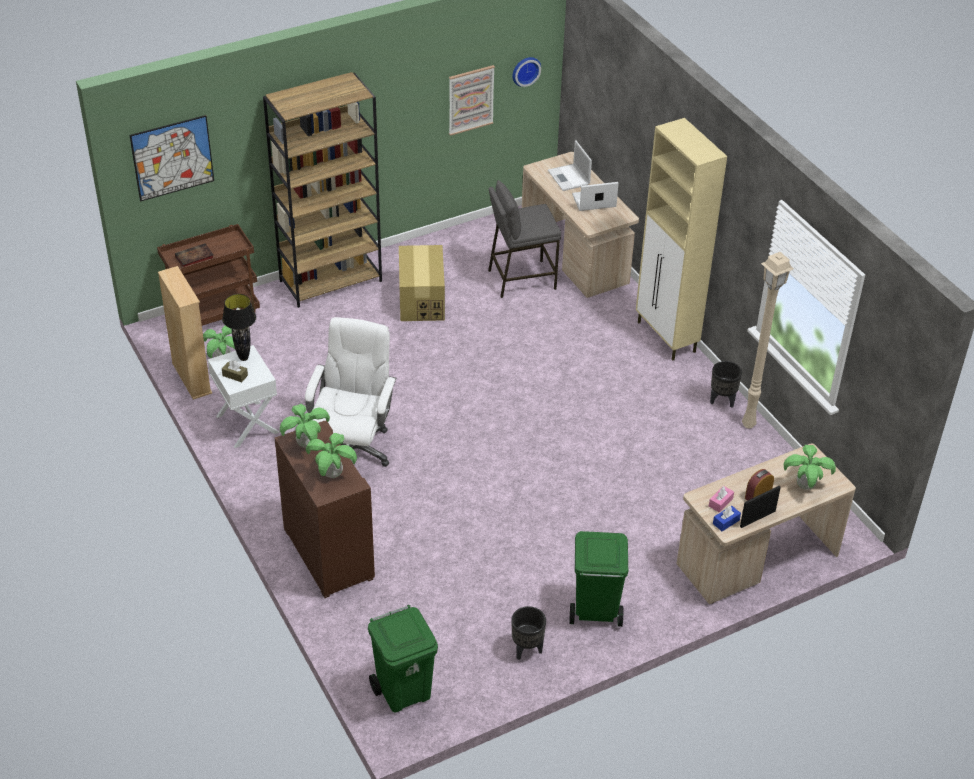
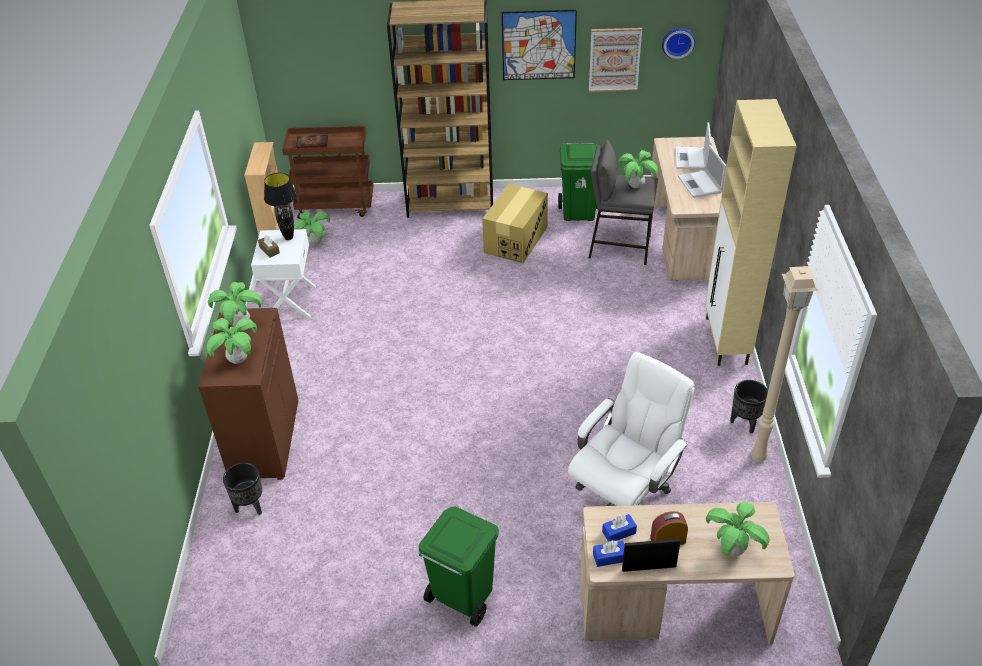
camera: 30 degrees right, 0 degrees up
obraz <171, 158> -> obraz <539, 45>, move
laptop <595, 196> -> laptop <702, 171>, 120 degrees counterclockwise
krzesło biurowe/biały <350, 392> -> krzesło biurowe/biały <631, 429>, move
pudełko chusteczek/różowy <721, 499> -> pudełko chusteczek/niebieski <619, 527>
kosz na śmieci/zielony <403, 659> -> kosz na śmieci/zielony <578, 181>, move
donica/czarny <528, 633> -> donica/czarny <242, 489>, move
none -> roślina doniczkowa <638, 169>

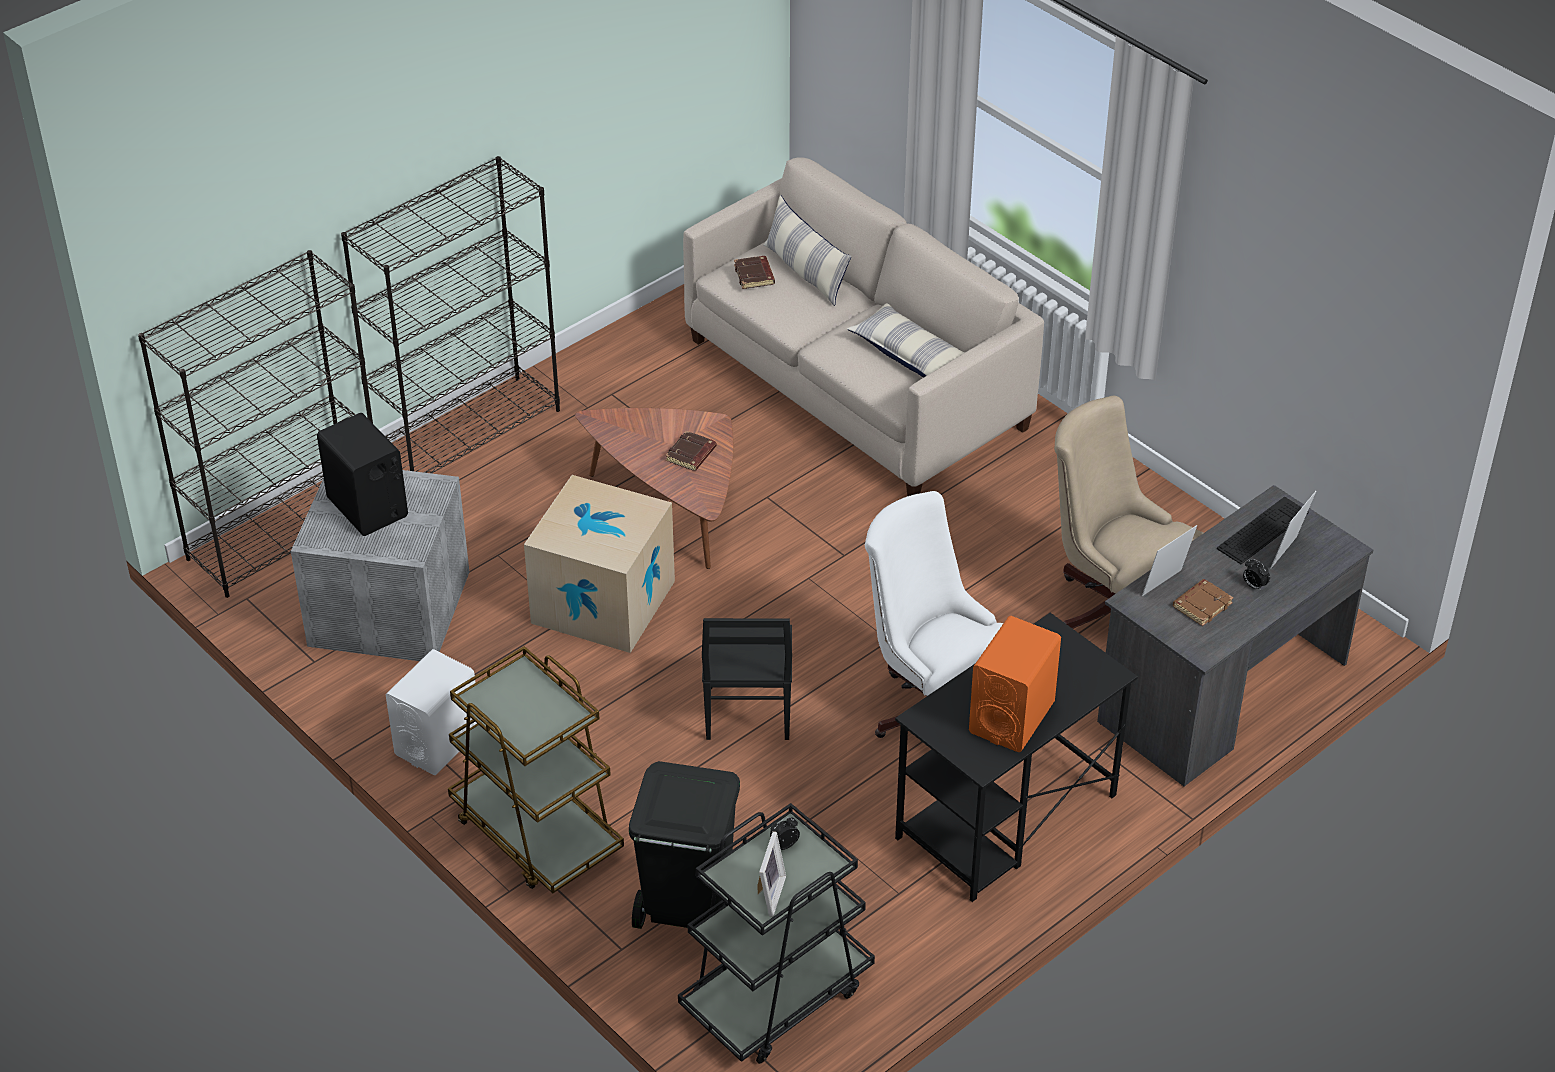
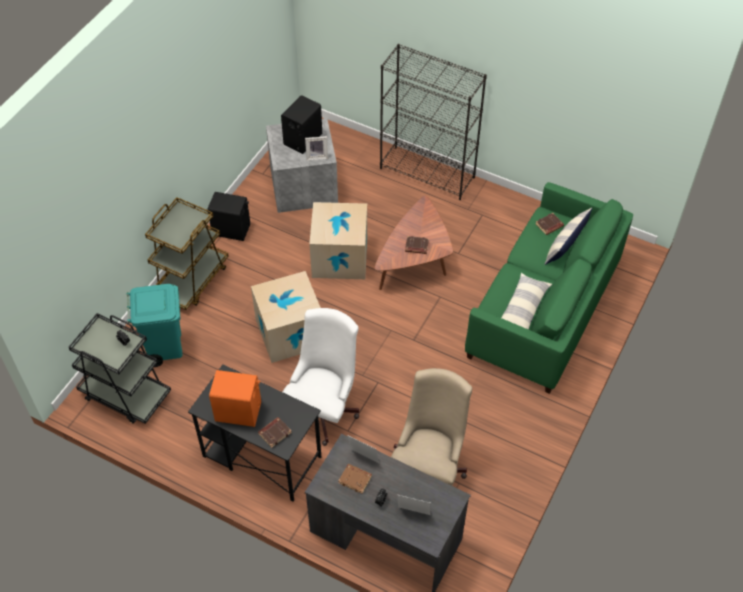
camera: 70 degrees right, 10 degrees up
kanapa/beżowy <863, 326> -> kanapa/zielony <549, 288>
regał/czarny <255, 424> -> none
klawiatura <1263, 530> -> none
krzesło/czarny <747, 679> -> karton <286, 317>
głośnik/biały <431, 712> -> głośnik/czarny <228, 216>
kosz na śmieci/czarny <684, 845> -> kosz na śmieci/turkusowy <154, 325>
ramka na zdjęcie <772, 874> -> ramka na zdjęcie <316, 148>, move
none -> książka/brązowy <275, 432>

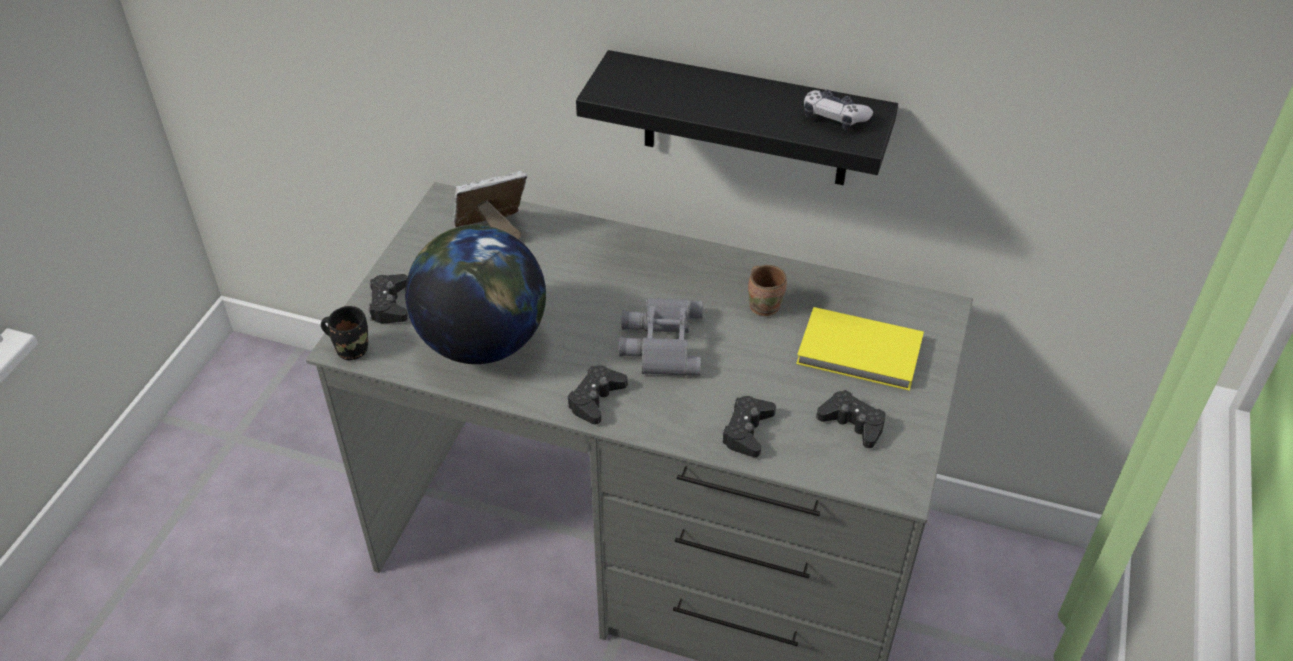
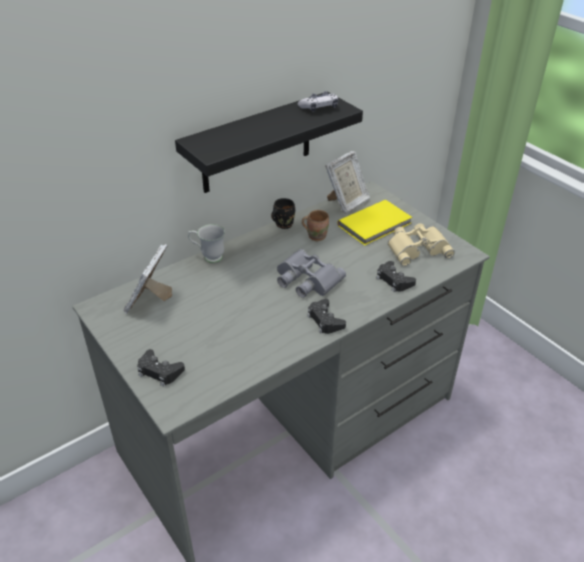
camera: 55 degrees left, 5 degrees down
globus <475, 294> -> none
kubek/czarny <344, 333> -> kubek/czarny <283, 213>, move
pad do gier/czarny <851, 419> -> lornetka/beżowy <421, 244>
none -> ramka na zdjęcie <347, 182>
none -> kubek/biały <206, 243>

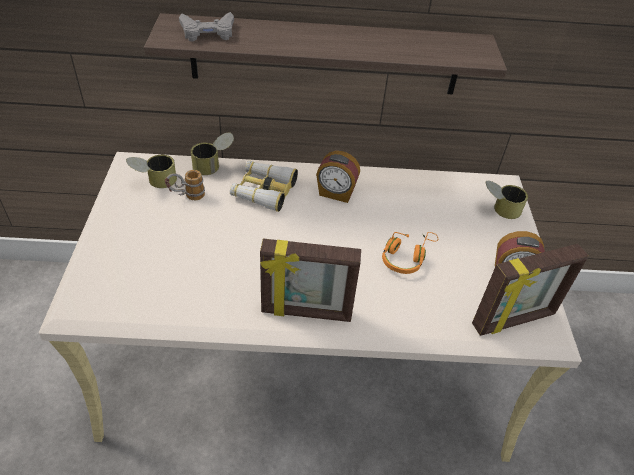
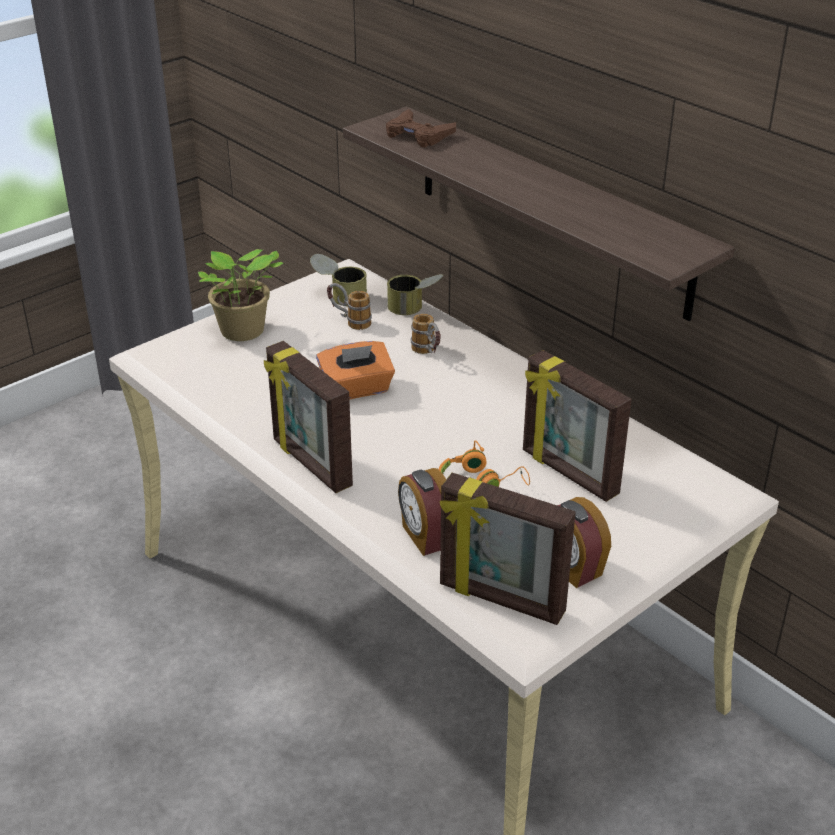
camera: 50 degrees right, 10 degrees down
pad do gier/szary <206, 27> -> pad do gier/brązowy <421, 128>
budzik <338, 177> -> budzik <422, 512>, move
lornetka <264, 186> -> kubek <426, 334>
puszka <506, 200> -> none
none -> roślina doniczkowa <241, 295>
none -> pudełko chusteczek/pomarańczowy <355, 370>
none -> ramka na zdjęcie <577, 426>

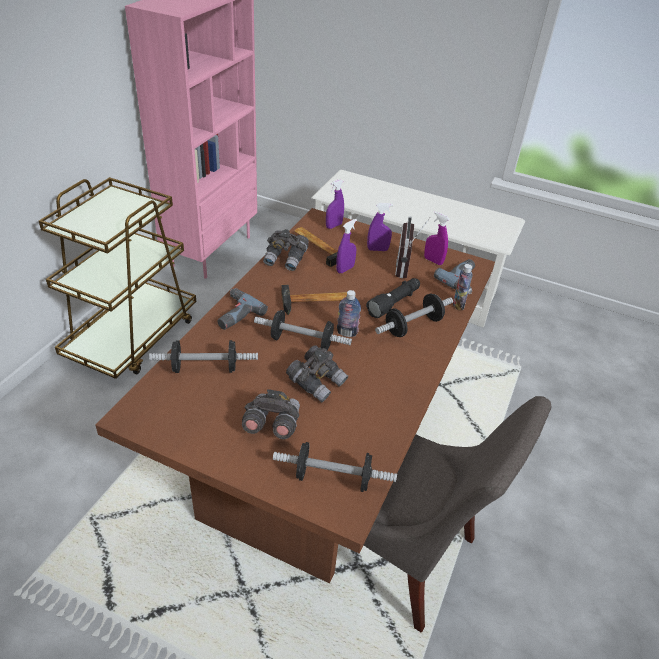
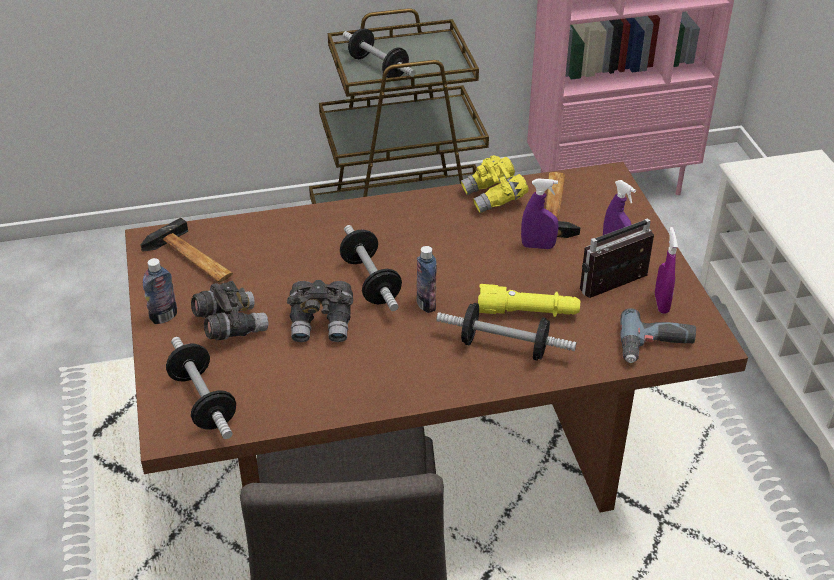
camera: 55 degrees right, 0 degrees up
spryskiwacz/fioletowy <335, 204> -> none
lornetka/szary <286, 250> -> lornetka/żółty <495, 184>
butelka <463, 287> -> butelka <160, 291>, move
latarka/czarny <393, 298> -> latarka/żółty <529, 300>
młotek <314, 299> -> młotek <187, 250>, move
wiertarka <242, 309> -> none
hantel <203, 356> -> hantel <379, 53>, move

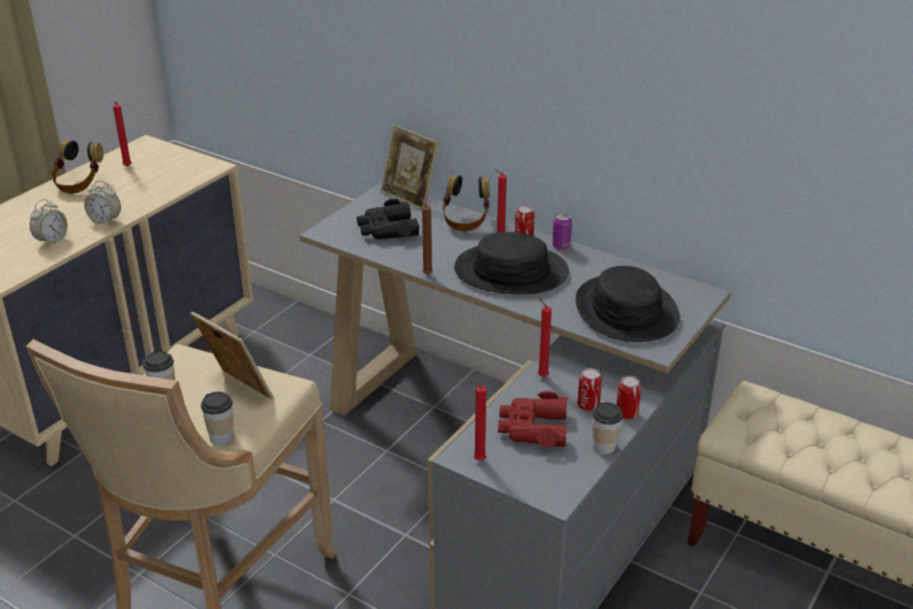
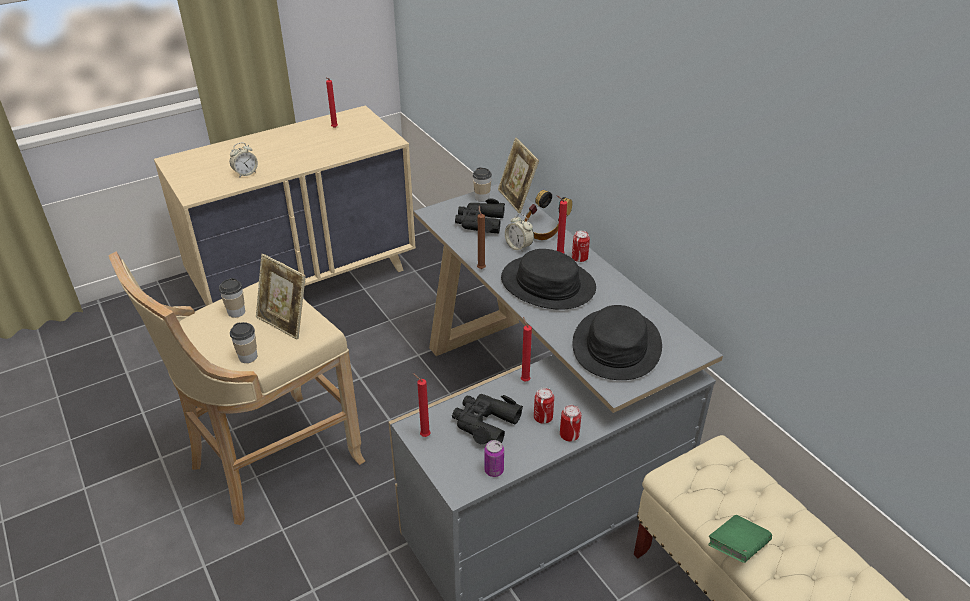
camera: 25 degrees right, 5 degrees up
słuchawki <78, 167> -> none
budzik <102, 203> -> budzik <519, 233>, move
puszka <562, 231> -> puszka <494, 458>, move
ramka na zdjęcie <231, 355> -> ramka na zdjęcie <281, 297>, 150 degrees clockwise
lornetka/czerwony <532, 419> -> lornetka/czarny <487, 419>
filiżanka <607, 428> -> filiżanka <482, 184>, move
none -> książka/zielony <740, 539>

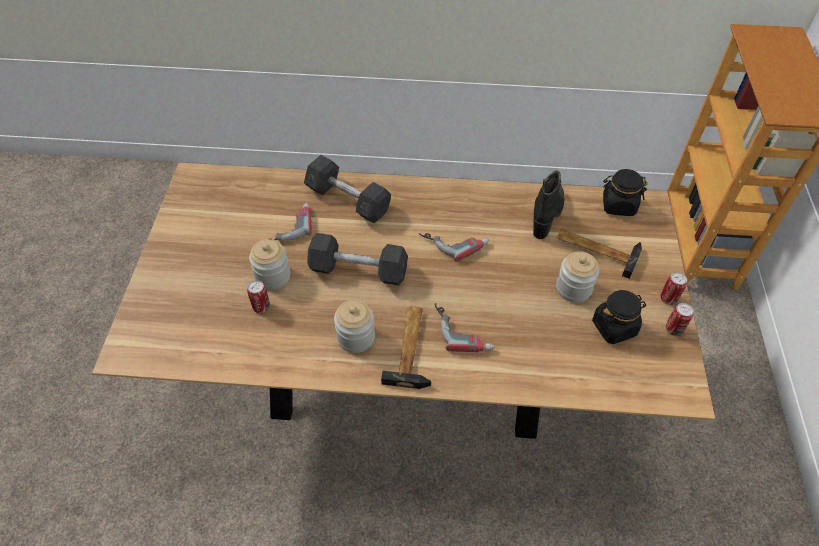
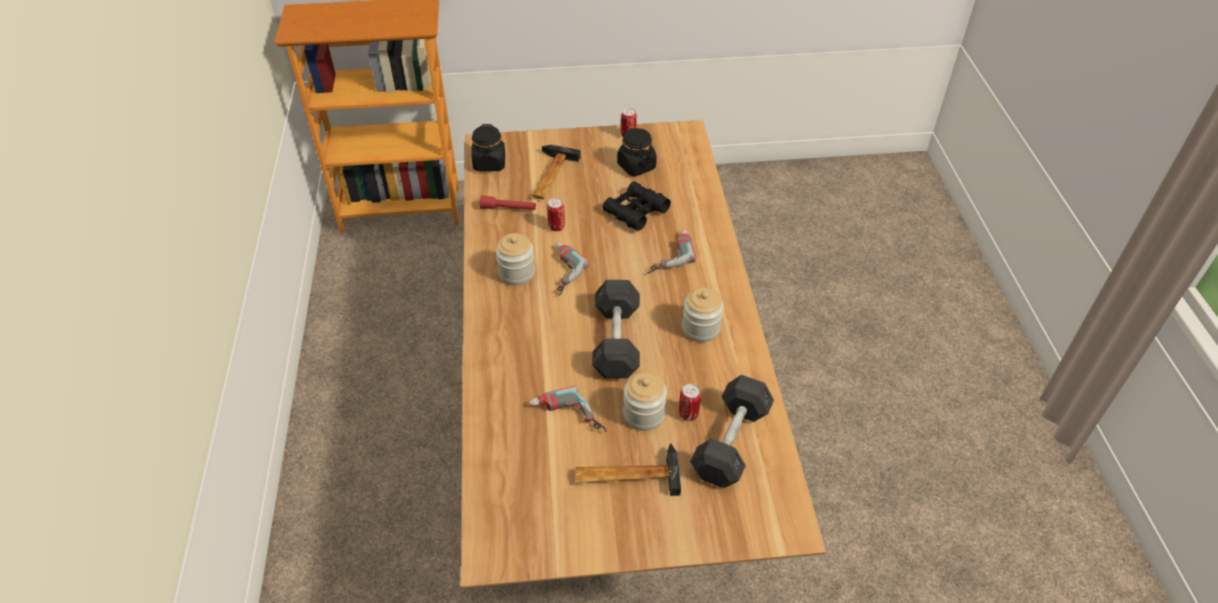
camera: 100 degrees left, 5 degrees down
hantel/szary <347, 189> -> hantel/szary <732, 431>, move
but z cholewką/czarny <548, 204> -> latarka/czerwony <508, 202>
słoik <577, 277> -> słoik <515, 259>, move
puszka <674, 288> -> puszka <556, 214>, move
młotek <406, 347> -> młotek <628, 470>, move
none -> lornetka/czarny <637, 206>

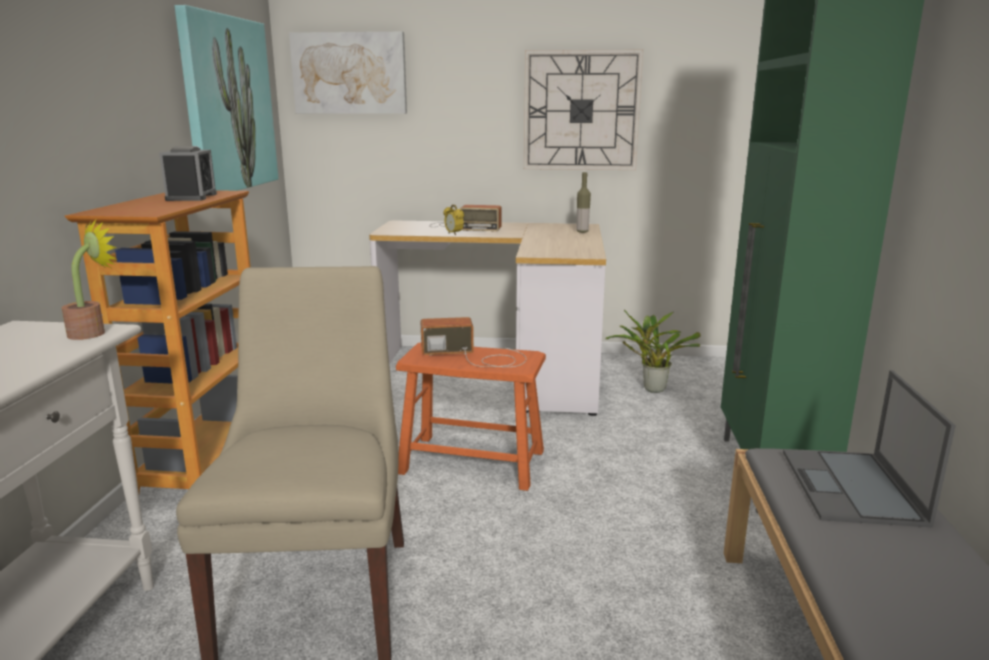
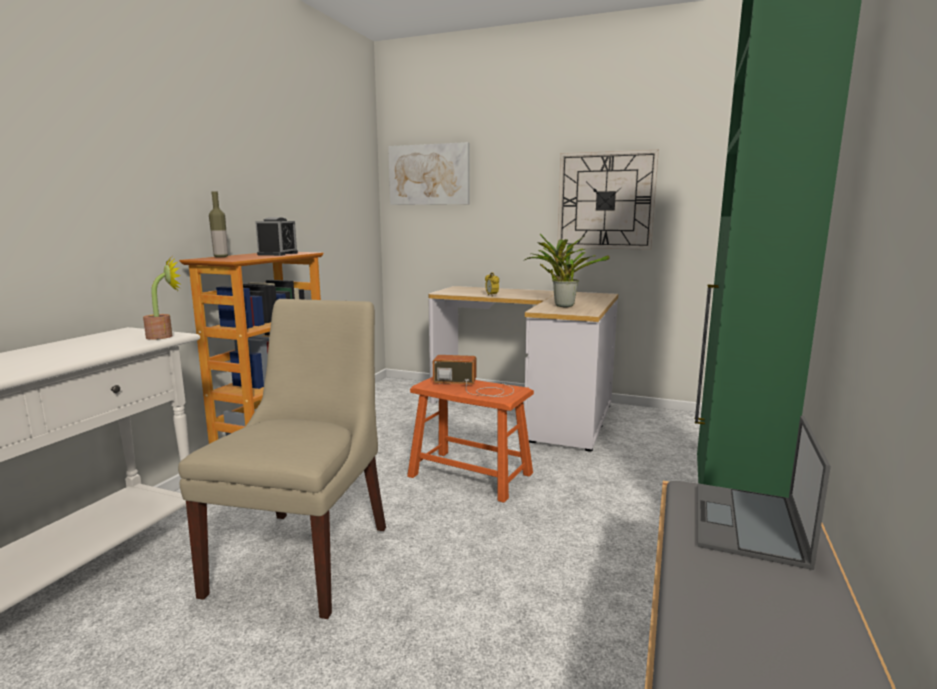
camera: 15 degrees right, 5 degrees down
obraz <226, 98> -> none
butelka <583, 202> -> butelka <218, 224>, move
radio <465, 218> -> none
roślina doniczkowa <653, 351> -> roślina doniczkowa <567, 270>, move

